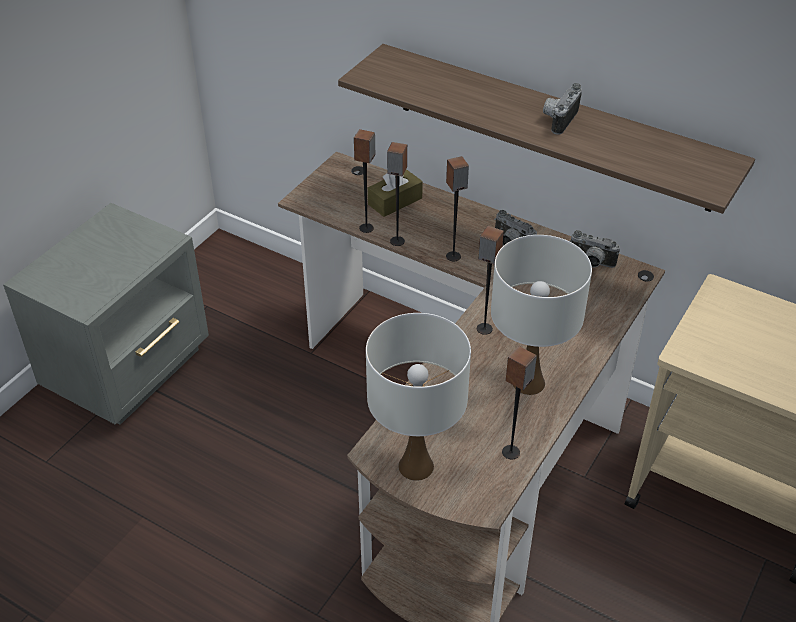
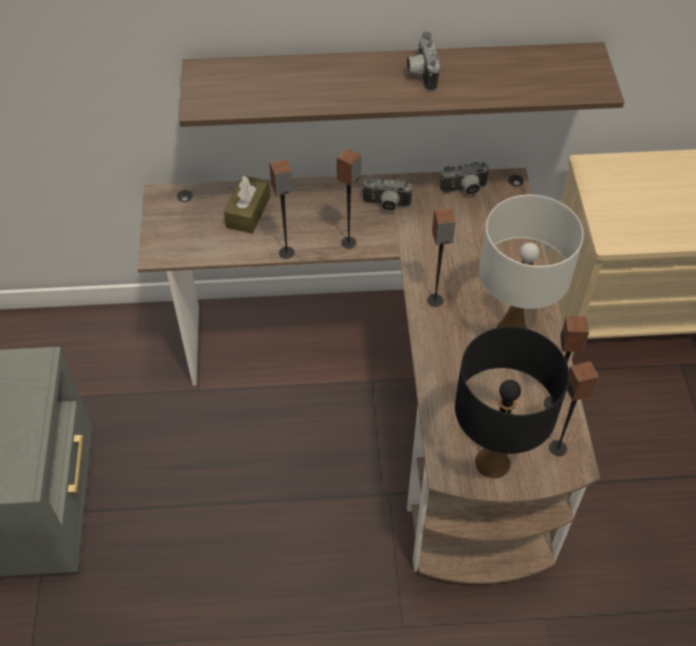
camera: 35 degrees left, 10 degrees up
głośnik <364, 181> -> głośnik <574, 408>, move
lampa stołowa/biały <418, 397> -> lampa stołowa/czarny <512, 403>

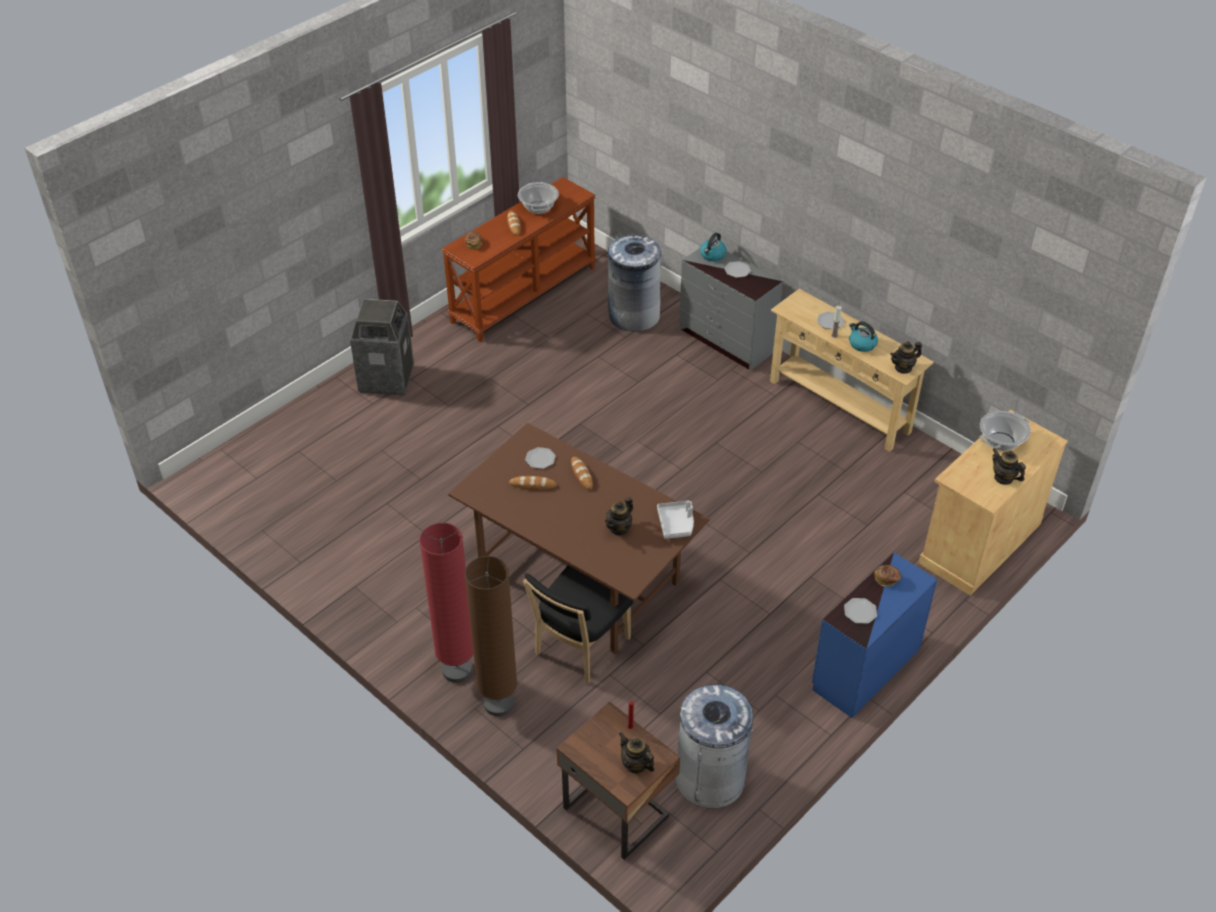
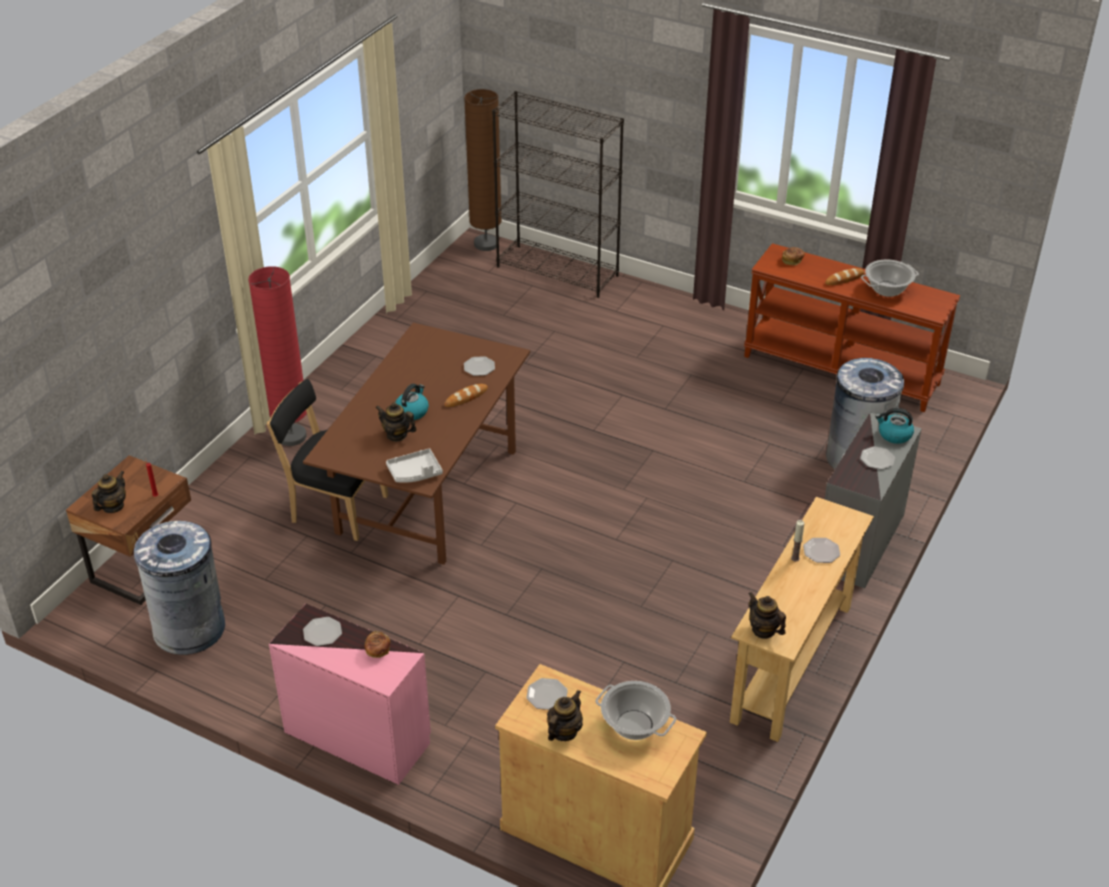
camera: 75 degrees right, 5 degrees down
kosz na śmieci <382, 347> -> none
czajnik <863, 337> -> czajnik <412, 402>, move
chleb <533, 483> -> none
komoda/niebieski <874, 635> -> komoda/różowy <350, 694>
lampa stojąca/brązowy <491, 636> -> lampa stojąca/brązowy <483, 170>, move
none -> regał/czarny <558, 194>
none -> talerz <547, 694>

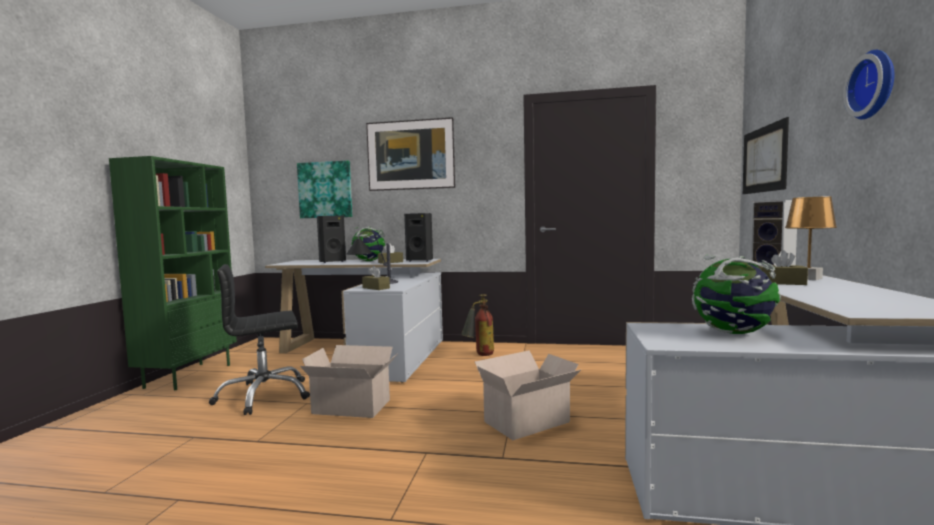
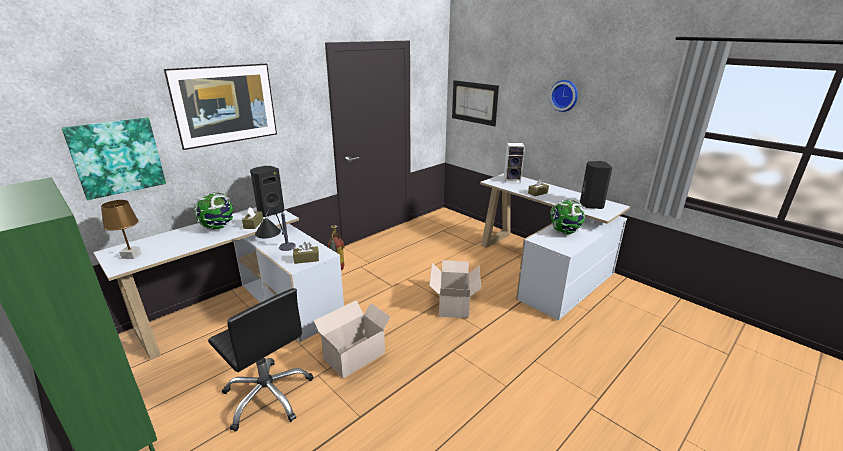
camera: 55 degrees left, 20 degrees up
lampa stołowa/brązowy <811, 238> -> lampa stołowa/brązowy <121, 229>, move
głośnik/czarny <331, 239> -> głośnik/czarny <596, 185>, move
krzesło biurowe/czarny <259, 339> -> krzesło biurowe/czarny <260, 360>, 60 degrees counterclockwise

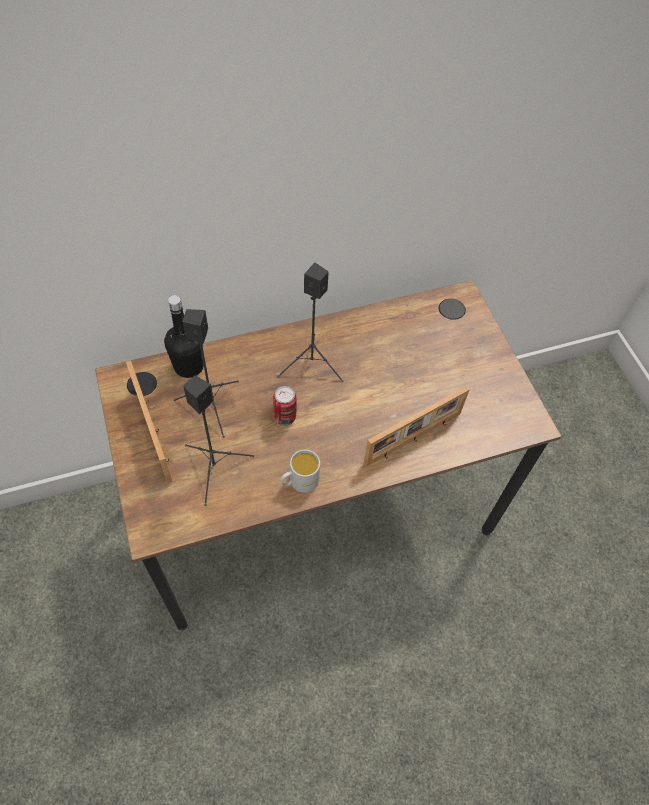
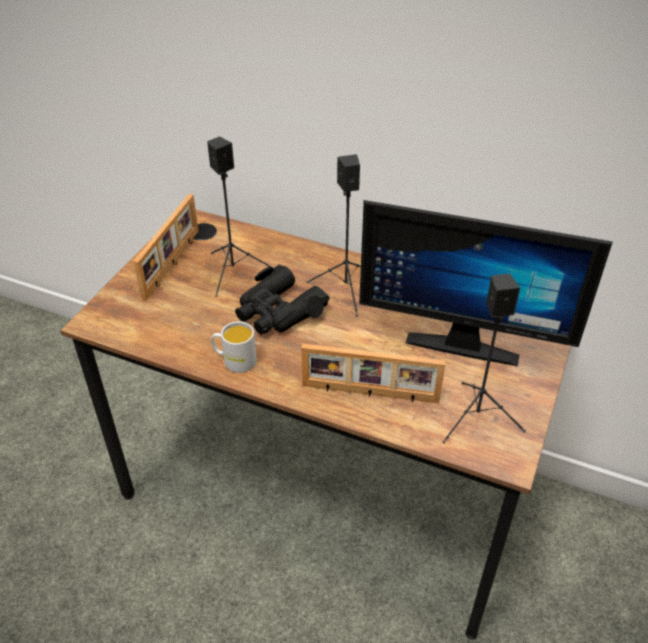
camera: 45 degrees right, 15 degrees down
butelka/czarny <184, 336> -> none
głośnik/czarny <218, 440> -> głośnik/czarny <484, 358>, move
puszka <285, 406> -> lornetka/czarny <282, 299>
none -> monitor <486, 283>

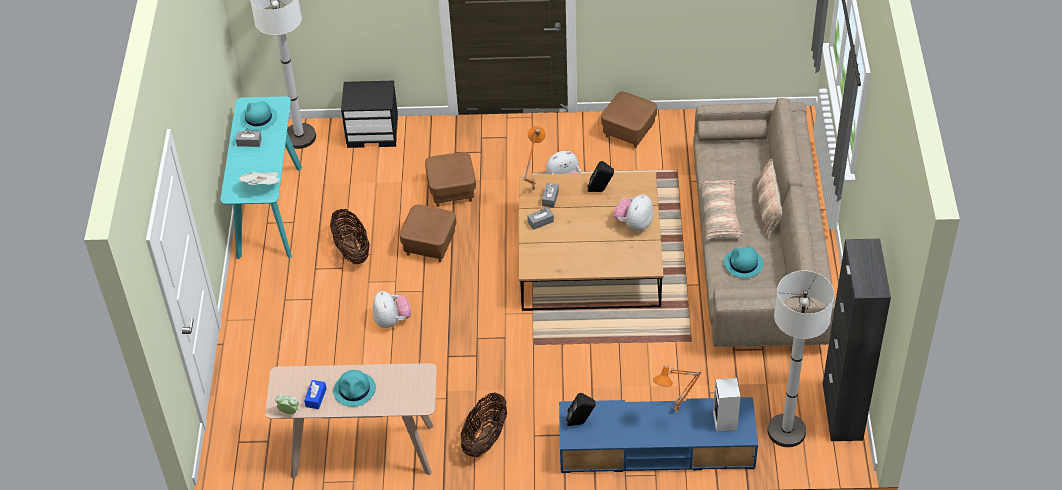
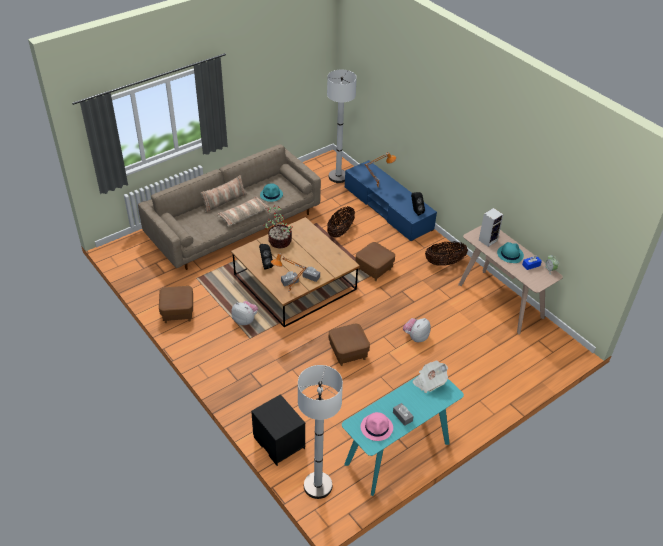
camera: 130 degrees left, 5 degrees down
kapelusz/turkusowy <258, 116> -> kapelusz/różowy <377, 426>
pufa/brązowy <450, 179> -> pufa/brązowy <375, 261>, move
pluszak <633, 212> -> roślina doniczkowa <278, 227>
koszyk <350, 236> -> koszyk <341, 221>, move
szafka/czarny <857, 340> -> none
głośnik <727, 405> -> głośnik <491, 227>, move

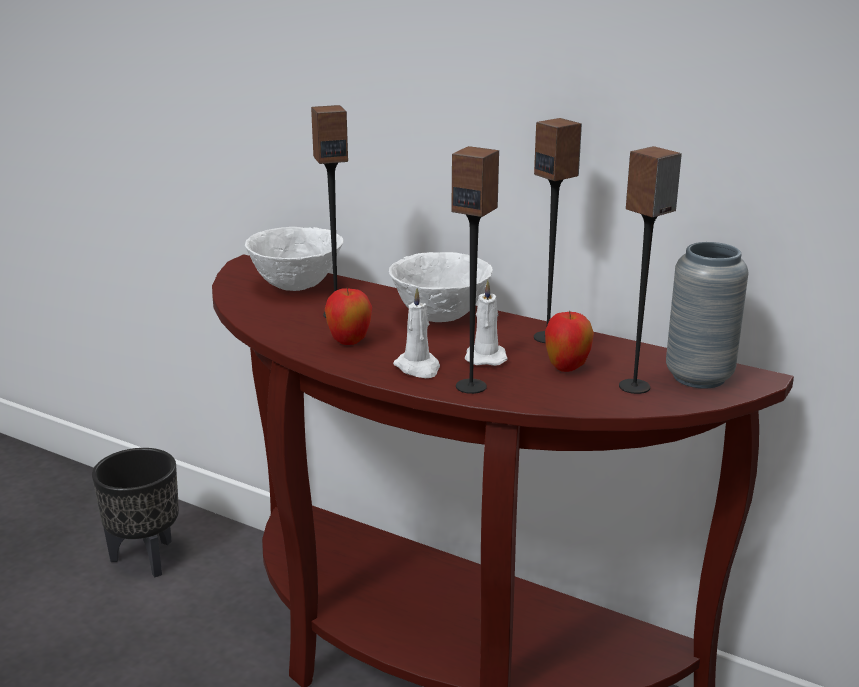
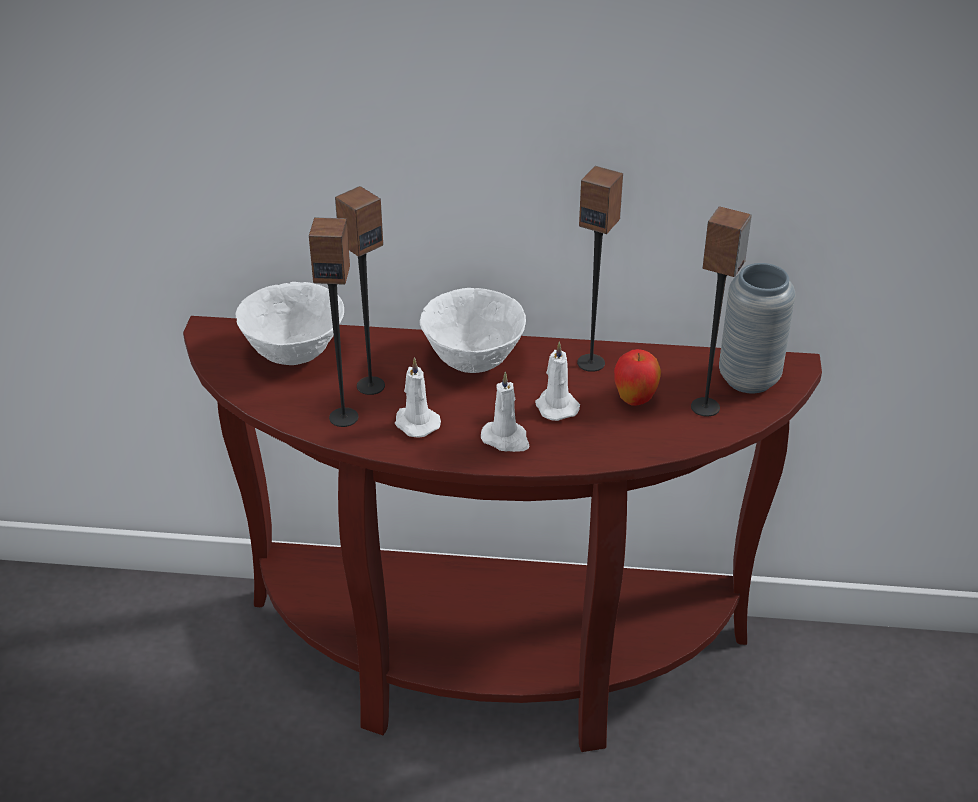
camera: 25 degrees left, 15 degrees up
głośnik <475, 270> -> głośnik <333, 322>, move
jabłko <348, 316> -> świeca/biały <418, 397>
donica/czarny <135, 513> -> none

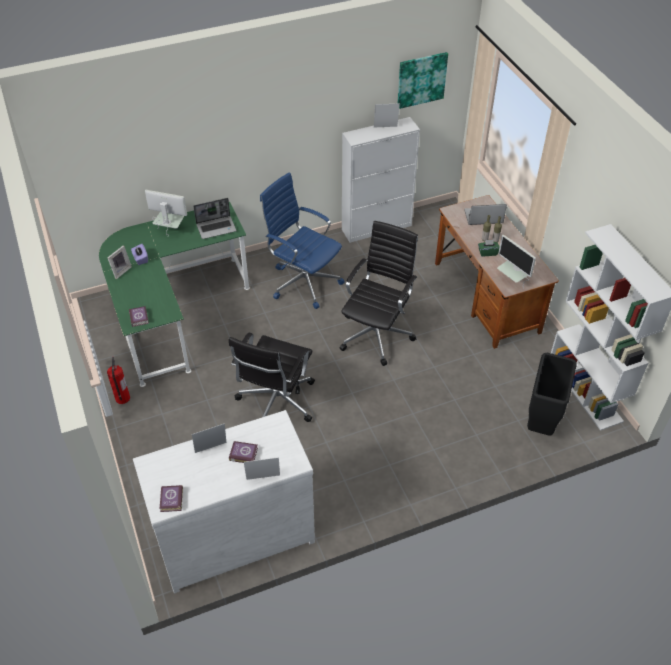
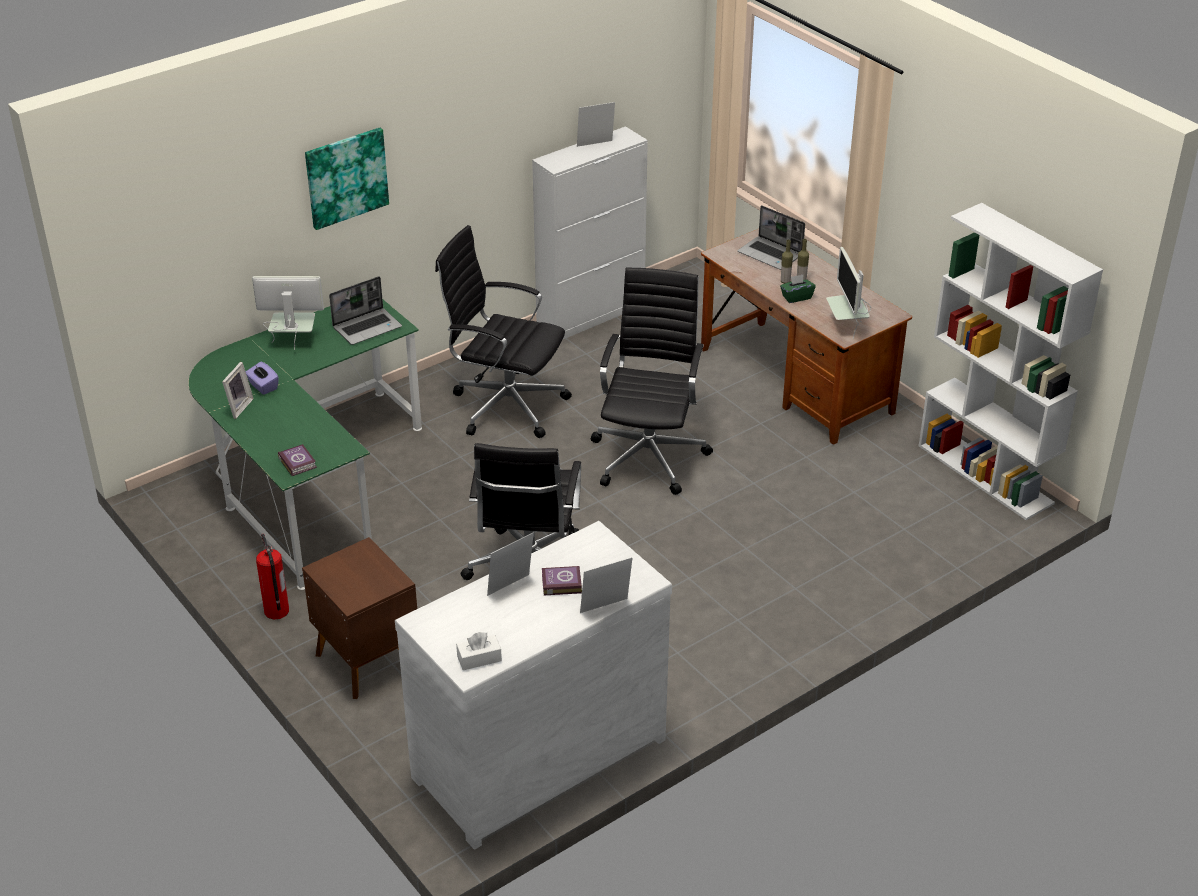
camera: 15 degrees left, 10 degrees down
obraz <422, 80> -> obraz <347, 179>, move
krzesło biurowe/niebieski <302, 240> -> krzesło biurowe/czarny <503, 331>
laptop <485, 214> -> laptop <771, 237>, 120 degrees counterclockwise
monitor <516, 260> -> monitor <848, 293>, 45 degrees clockwise
kosz na śmieci/czarny <552, 394> -> none
książka <171, 498> -> pudełko chusteczek/biały <479, 651>
none -> szafka nocna/brązowy <359, 618>

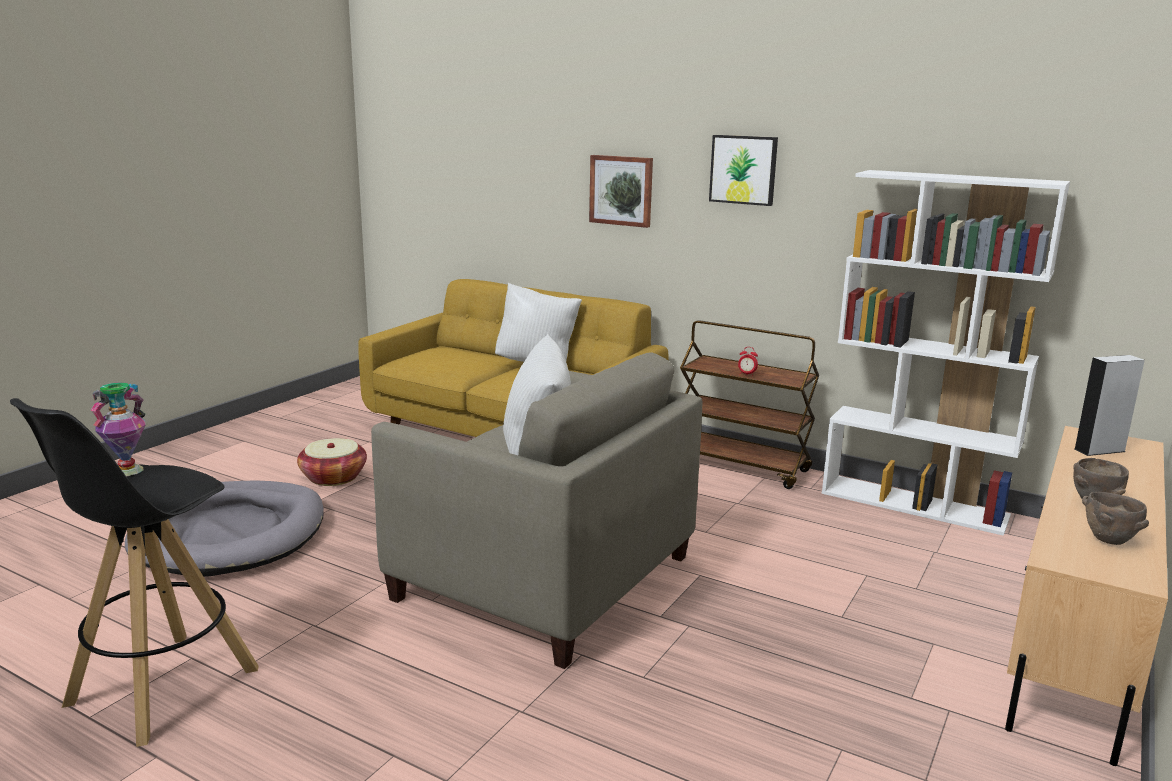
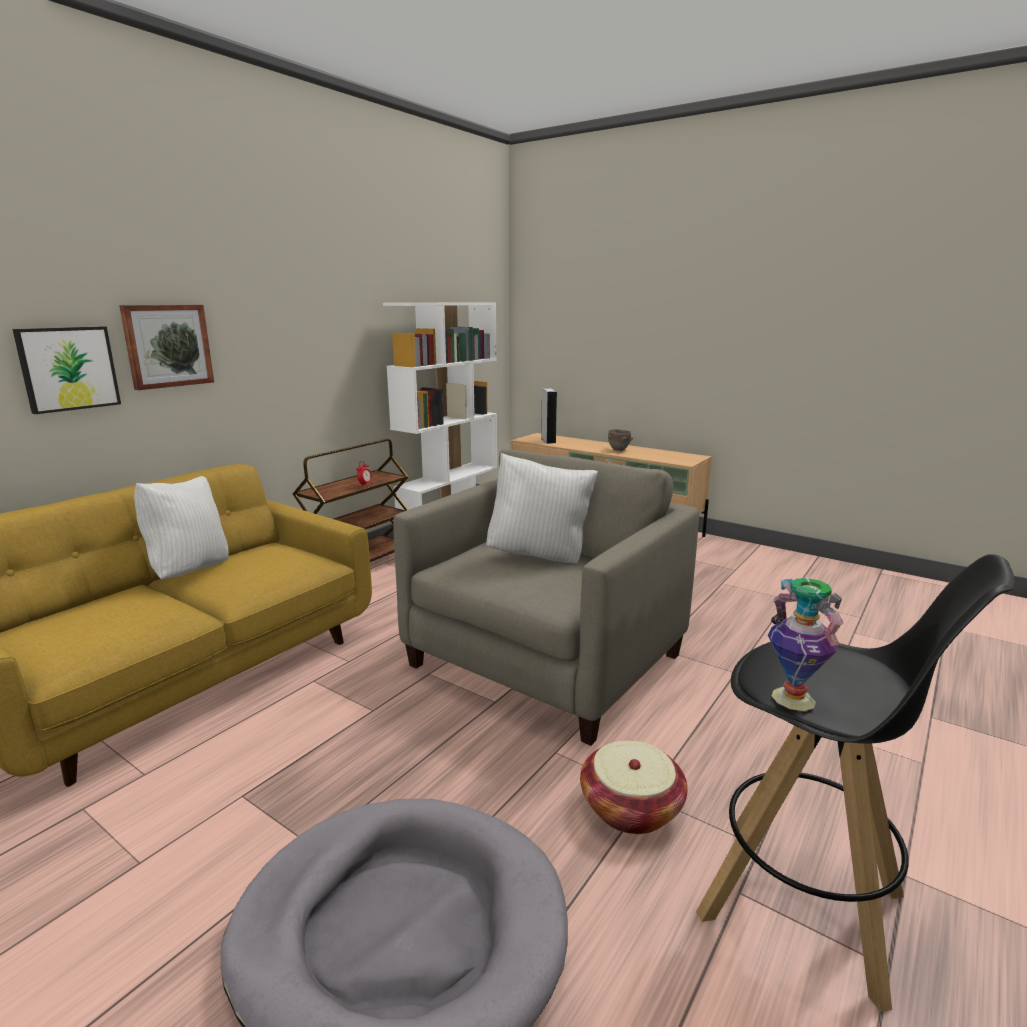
camera: 85 degrees left, 0 degrees up
obraz <743, 170> -> obraz <66, 370>, move
koszyk <332, 462> -> koszyk <634, 787>, move
miska/brązowy <1115, 518> -> none

